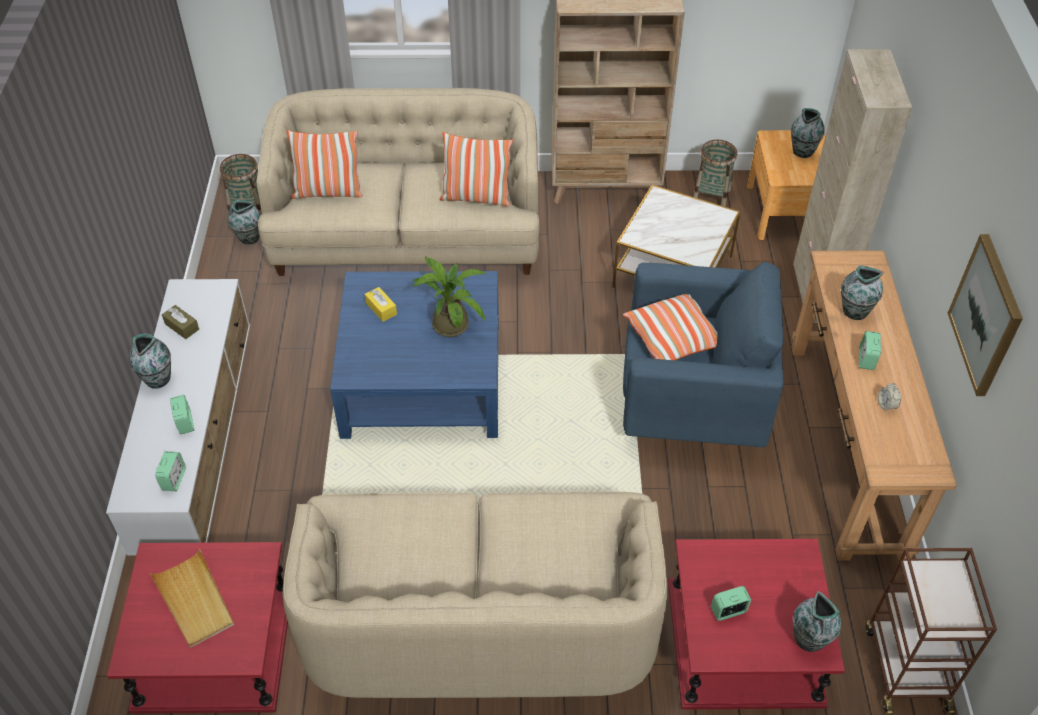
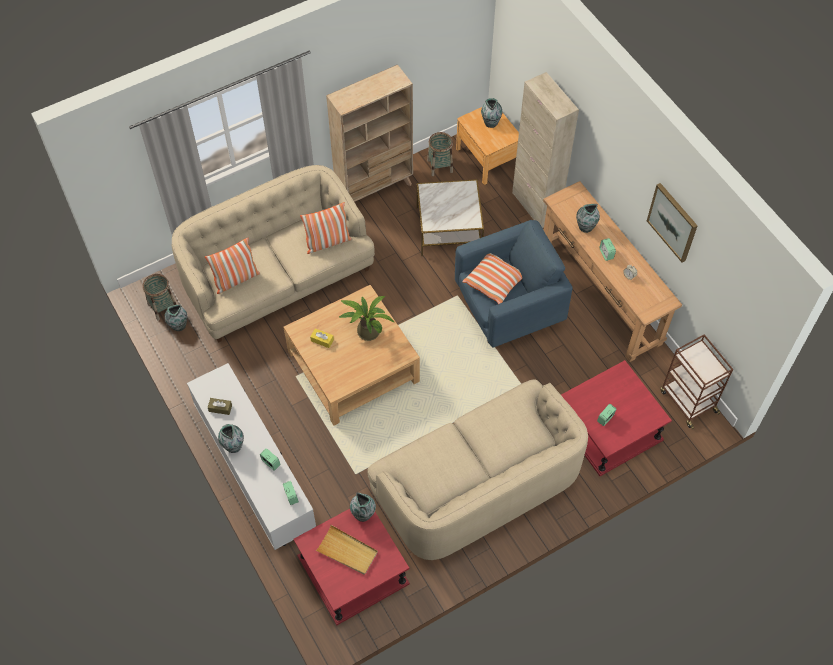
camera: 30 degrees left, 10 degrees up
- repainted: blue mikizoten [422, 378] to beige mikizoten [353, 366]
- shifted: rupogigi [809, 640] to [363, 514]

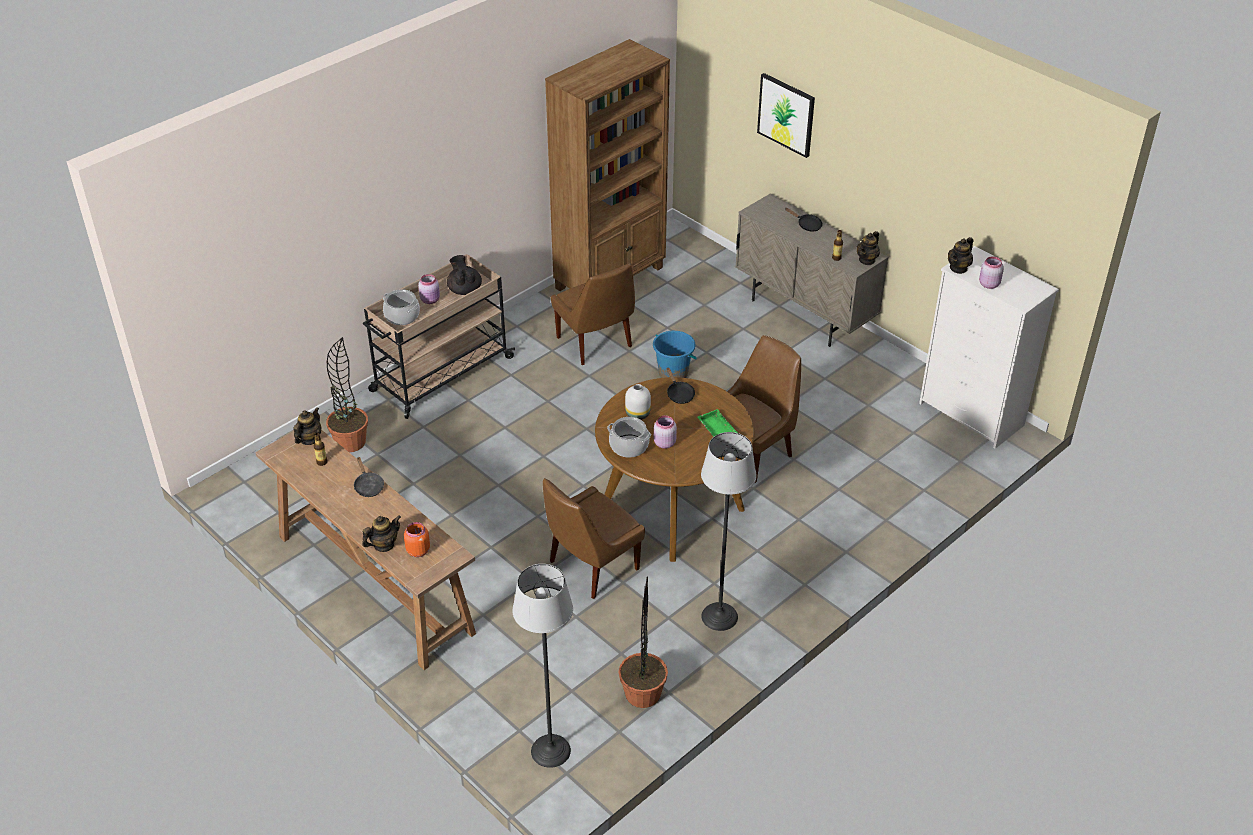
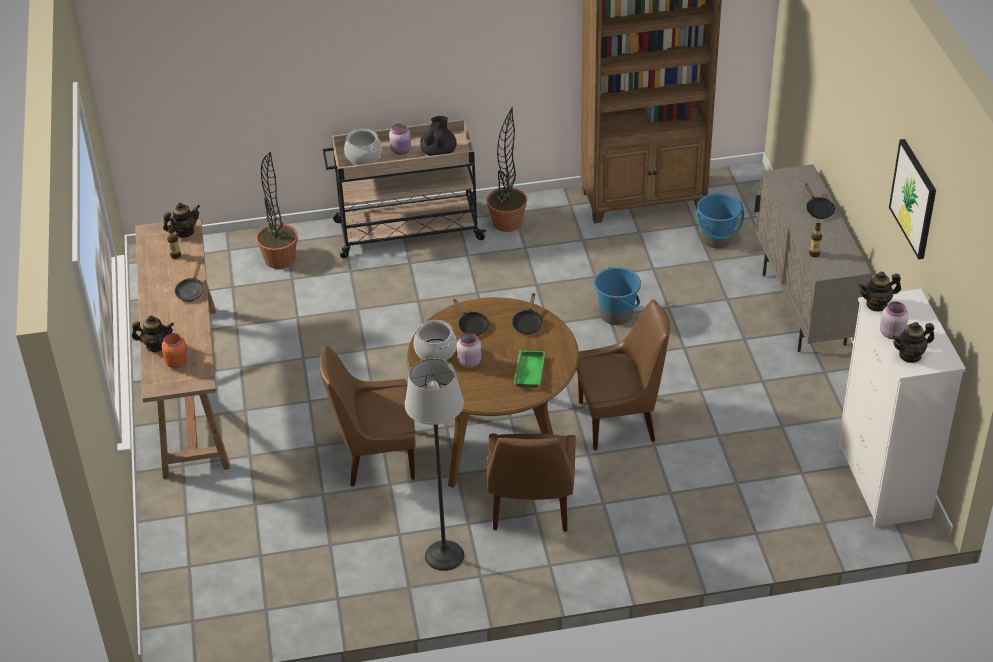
camera: 35 degrees right, 0 degrees up
- swapped: white rupogigi [637, 414] to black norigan [471, 325]
- shifted: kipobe [643, 693] to [507, 223]
- shifted: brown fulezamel [595, 343] to [531, 509]
- new: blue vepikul [717, 239]
- shifted: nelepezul [786, 114] to [914, 198]
- shifted: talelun [867, 260] to [910, 355]
- gone: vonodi [550, 750]

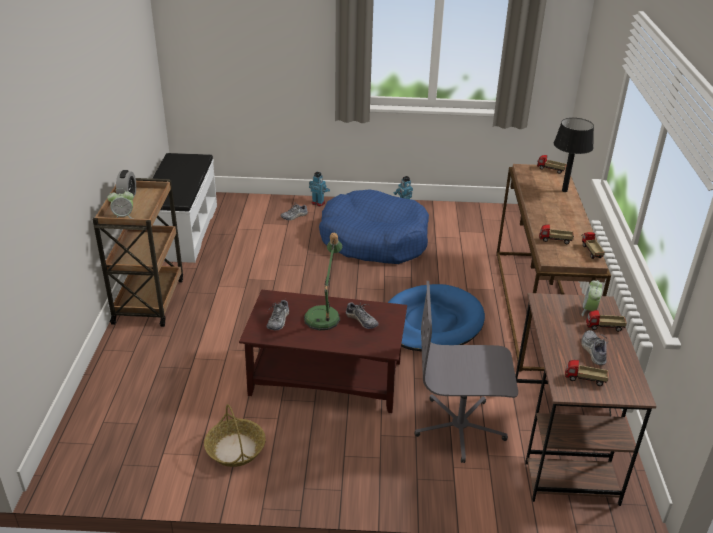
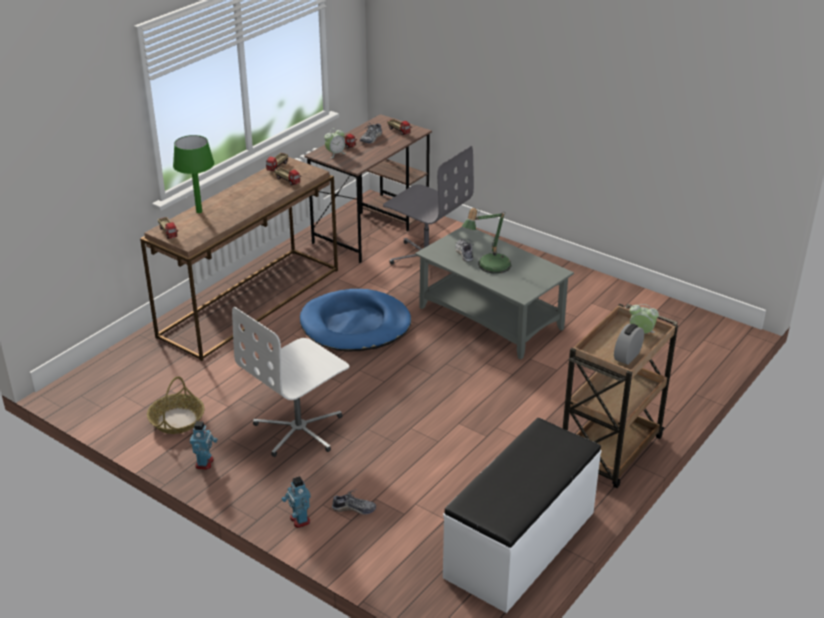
camera: 145 degrees left, 0 degrees up
- shifted: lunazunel [236, 449] to [177, 420]
- repainted: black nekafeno [564, 190] to green nekafeno [199, 211]
- swapped: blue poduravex [374, 240] to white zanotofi [299, 430]
- repainted: brown mikizoten [327, 378] to grey mikizoten [489, 318]
- gone: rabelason [278, 321]

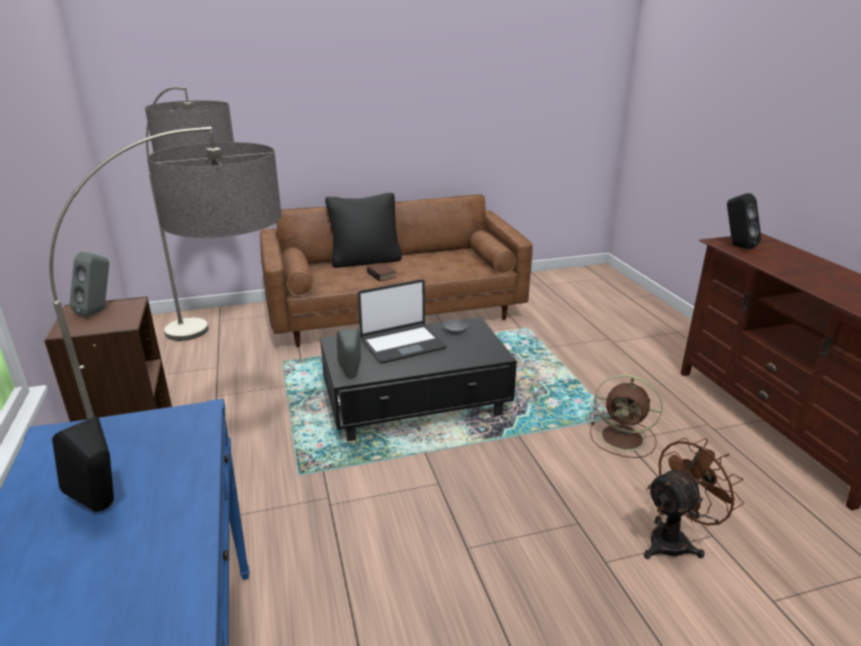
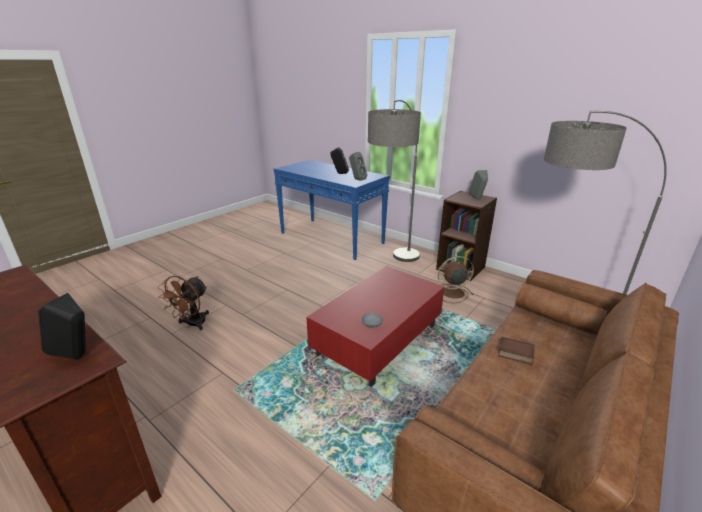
camera: 145 degrees right, 0 degrees up
- repainted: black mikizoten [417, 403] to red mikizoten [377, 340]
- shifted: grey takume [351, 378] to [357, 179]
- shifted: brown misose [624, 438] to [451, 293]
- gone: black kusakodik [365, 261]
- gone: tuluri [402, 344]

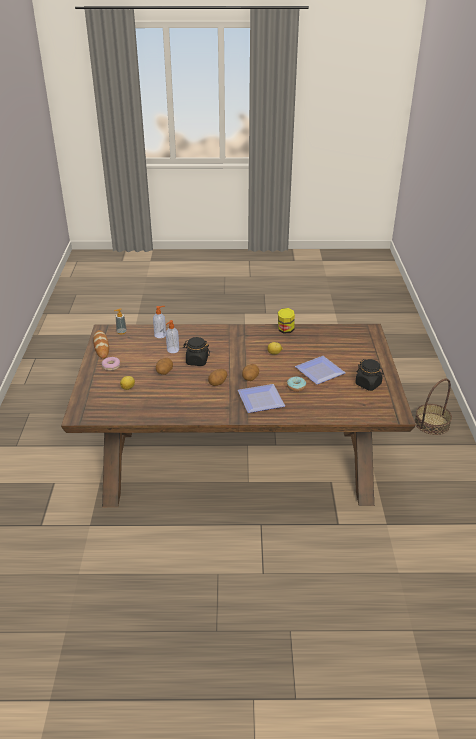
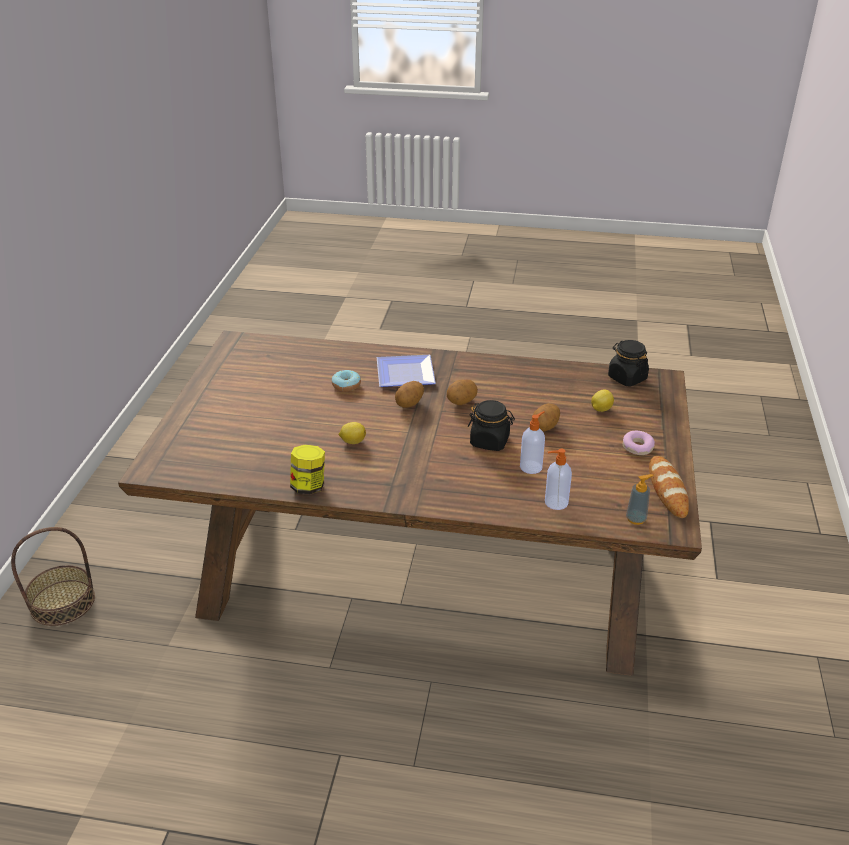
camera: 170 degrees left, 0 degrees up
- shifted: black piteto [368, 384] to [627, 378]
- gone: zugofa [319, 373]

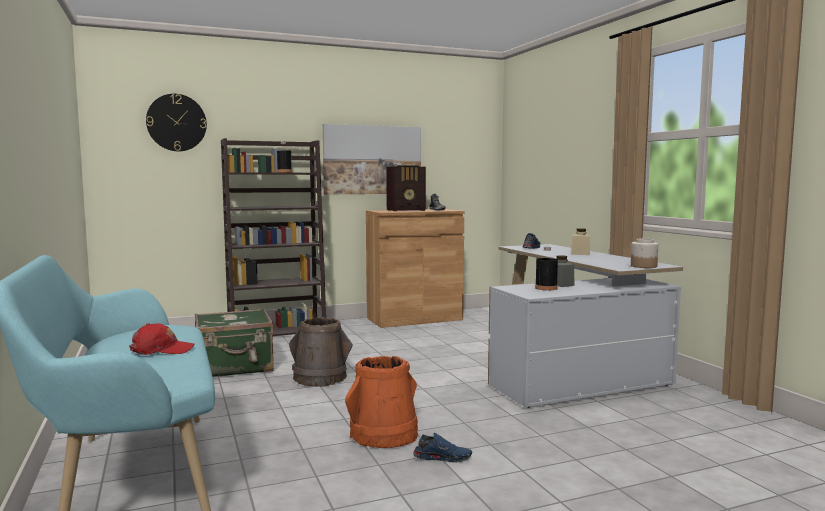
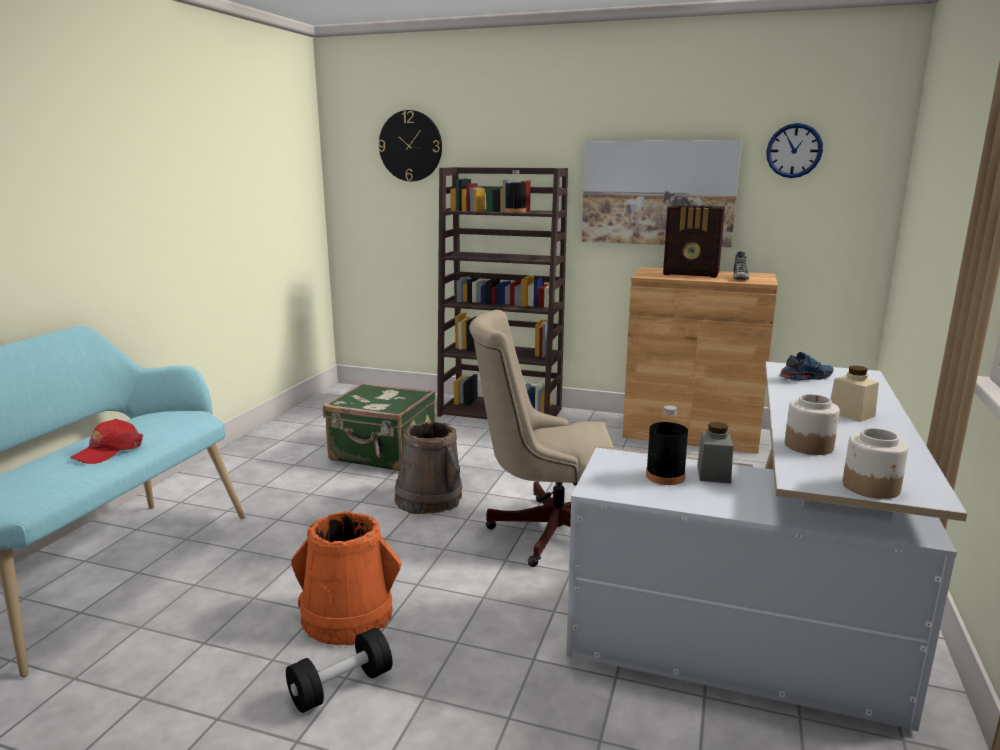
camera: 40 degrees right, 10 degrees up
- rotated: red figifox [162, 350] = [108, 451] 90 degrees clockwise
- swapped: blue rabelason [442, 457] to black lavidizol [341, 687]
- new: beige zanotofi [546, 531]
- new: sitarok [794, 150]
- new: piteto [808, 446]

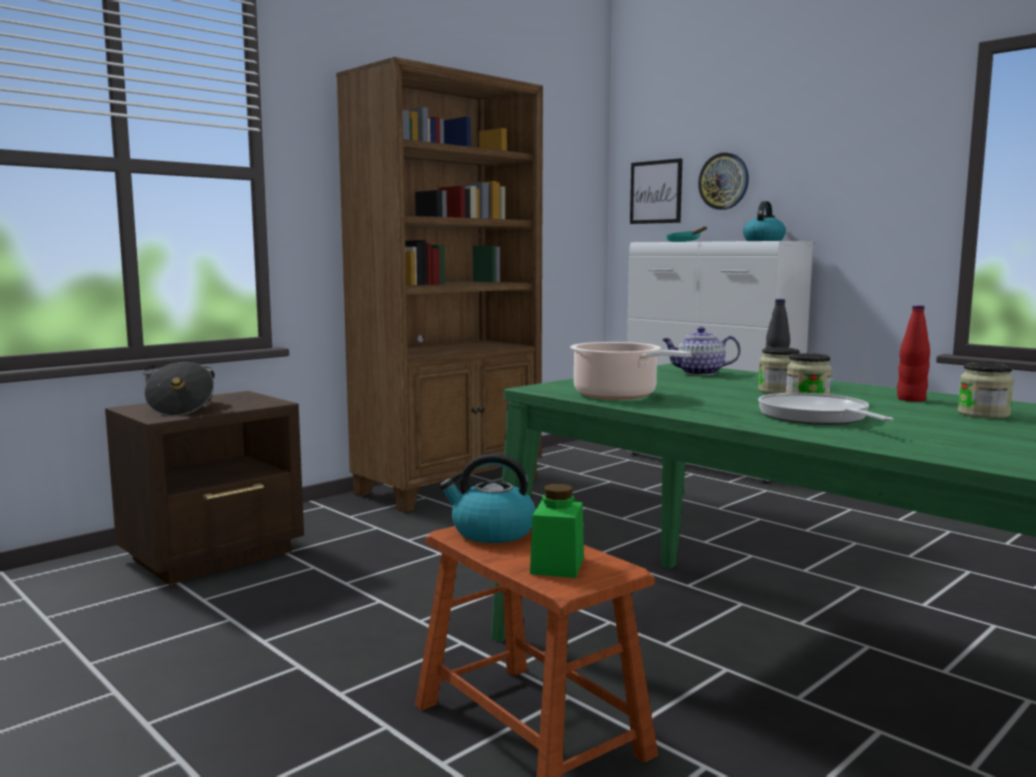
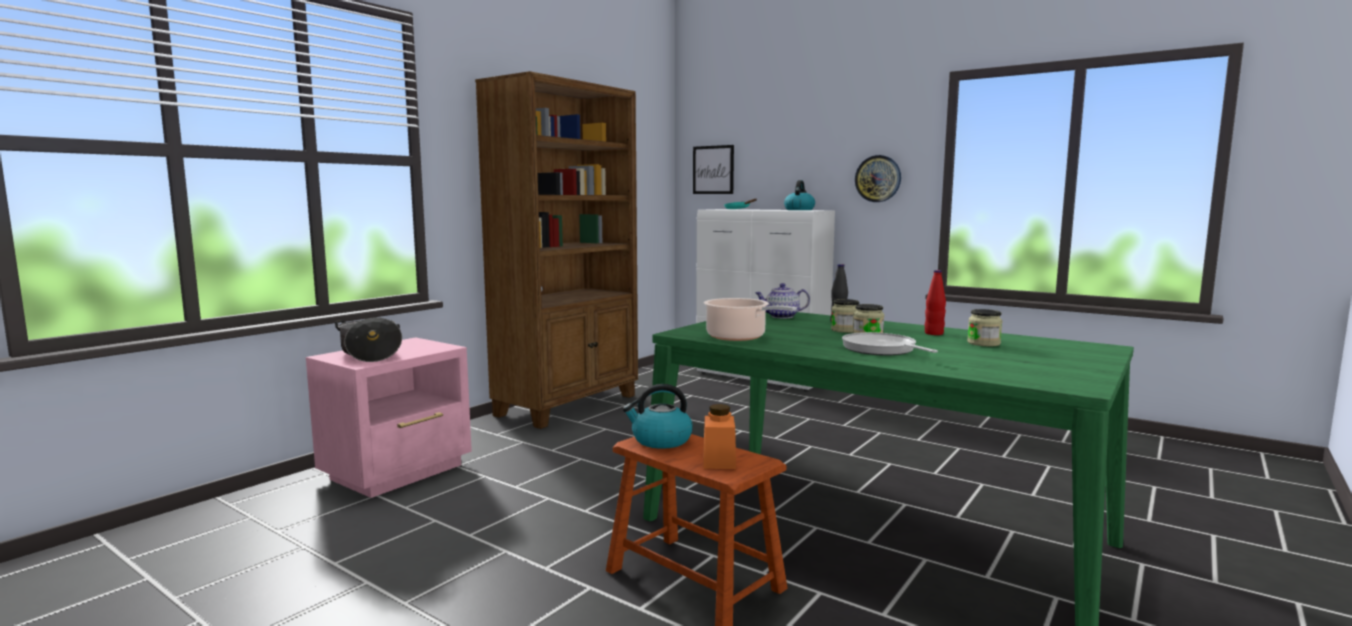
camera: 10 degrees left, 0 degrees up
- repainted: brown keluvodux [216, 555] to pink keluvodux [399, 472]
- repainted: green piteto [557, 565] to orange piteto [719, 461]
- shifted: sitarok [724, 181] to [878, 178]

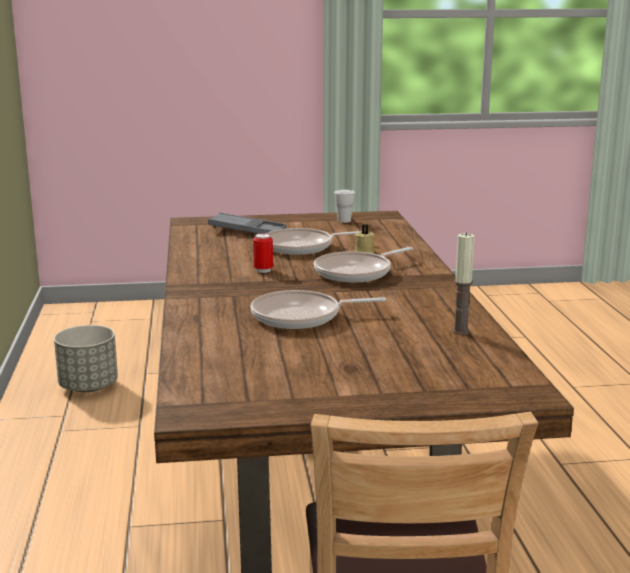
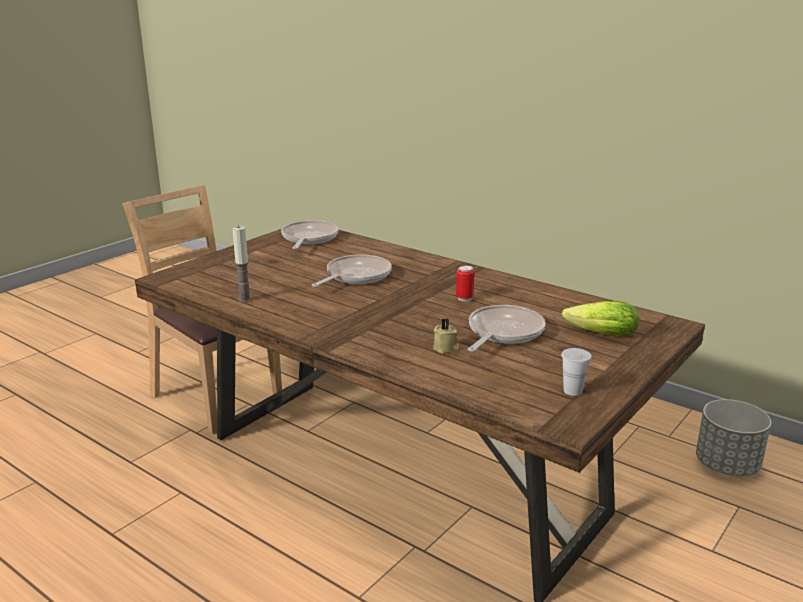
camera: 135 degrees right, 5 degrees up
- shifted: norigan [357, 272] to [308, 238]
- swapped: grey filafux [247, 231] to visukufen [597, 334]

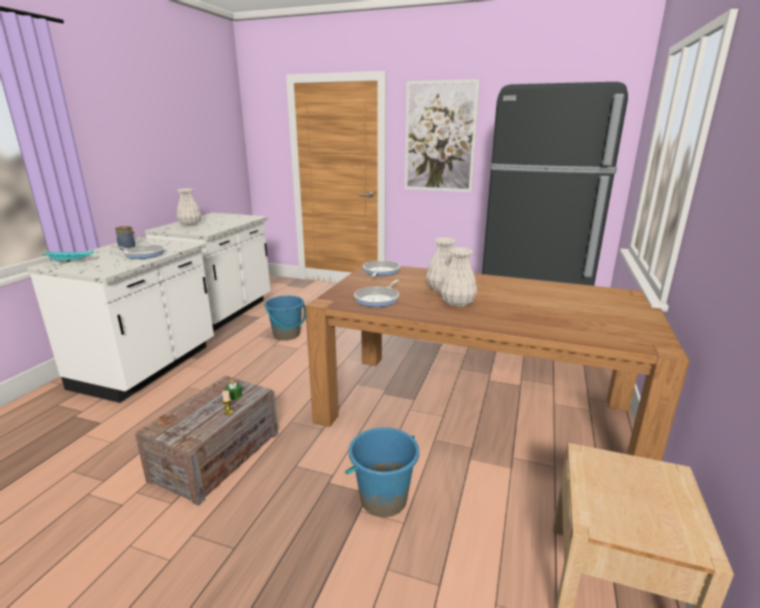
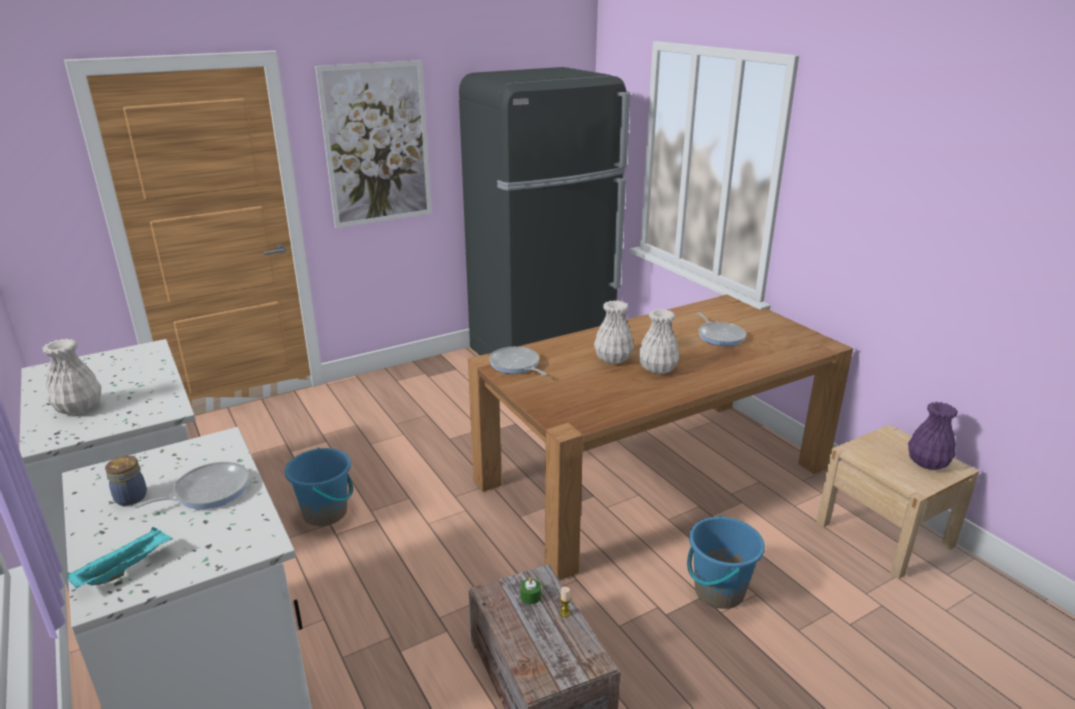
camera: 50 degrees left, 5 degrees up
- shifted: norigan [378, 299] to [720, 336]
- new: purple rupogigi [927, 462]

